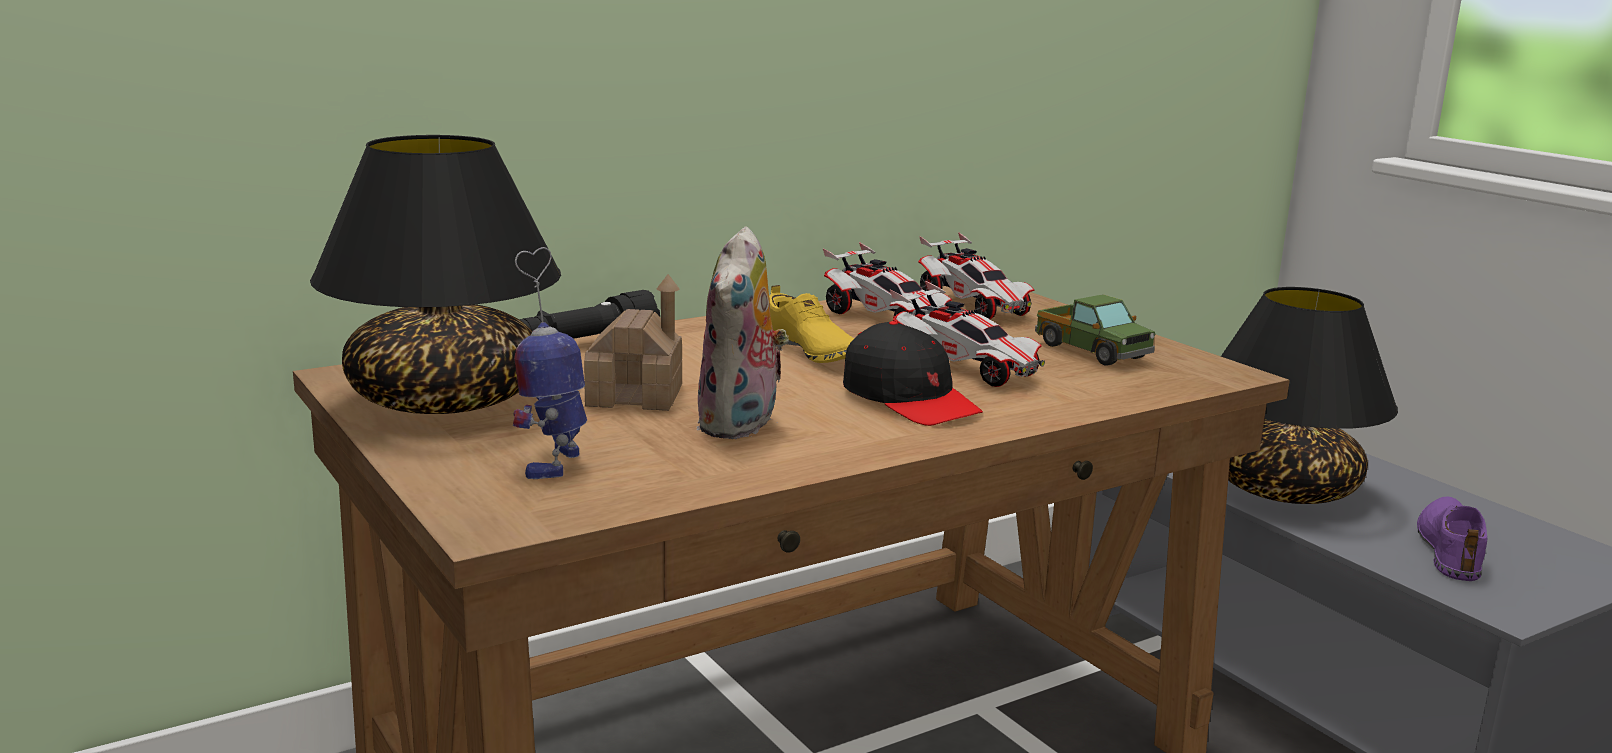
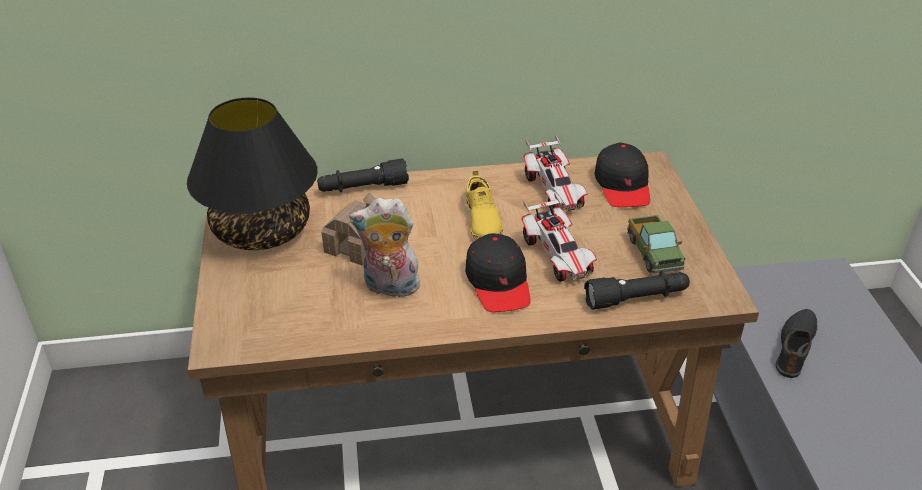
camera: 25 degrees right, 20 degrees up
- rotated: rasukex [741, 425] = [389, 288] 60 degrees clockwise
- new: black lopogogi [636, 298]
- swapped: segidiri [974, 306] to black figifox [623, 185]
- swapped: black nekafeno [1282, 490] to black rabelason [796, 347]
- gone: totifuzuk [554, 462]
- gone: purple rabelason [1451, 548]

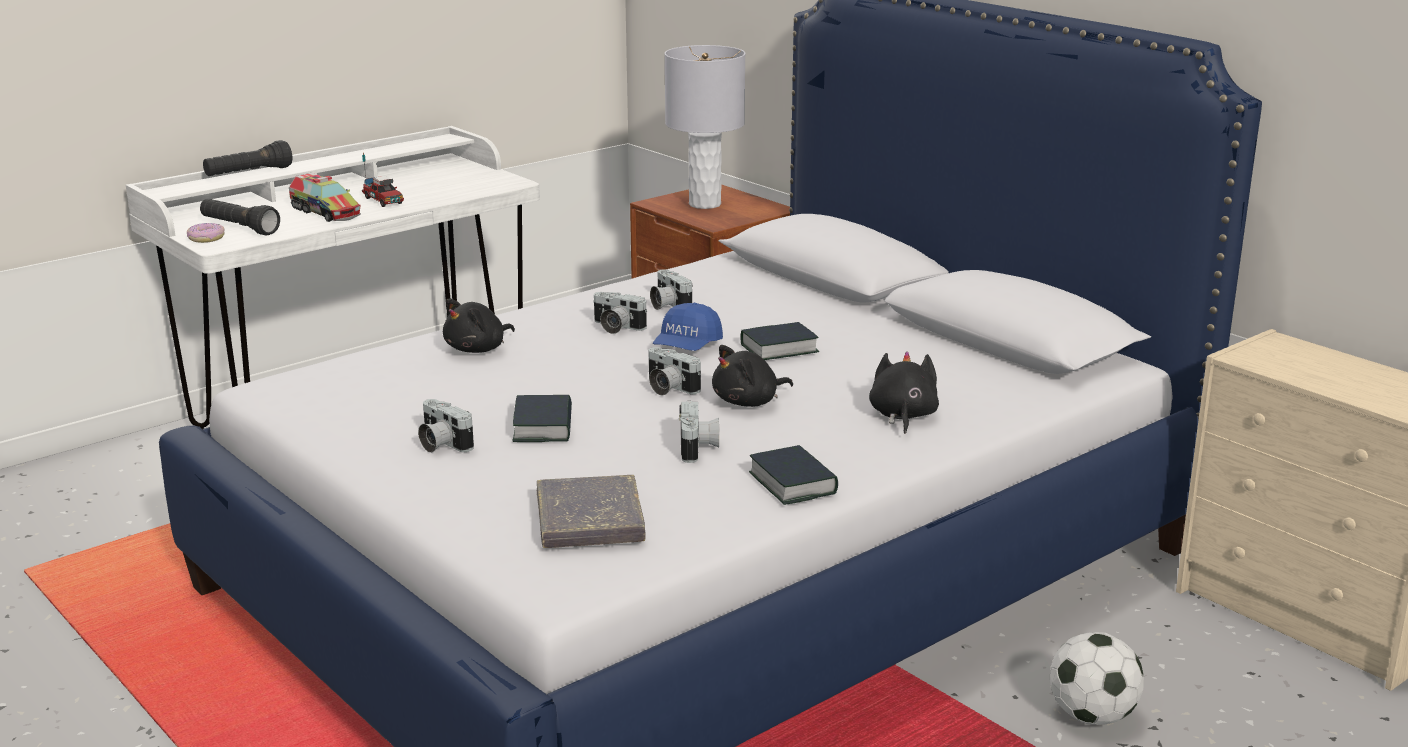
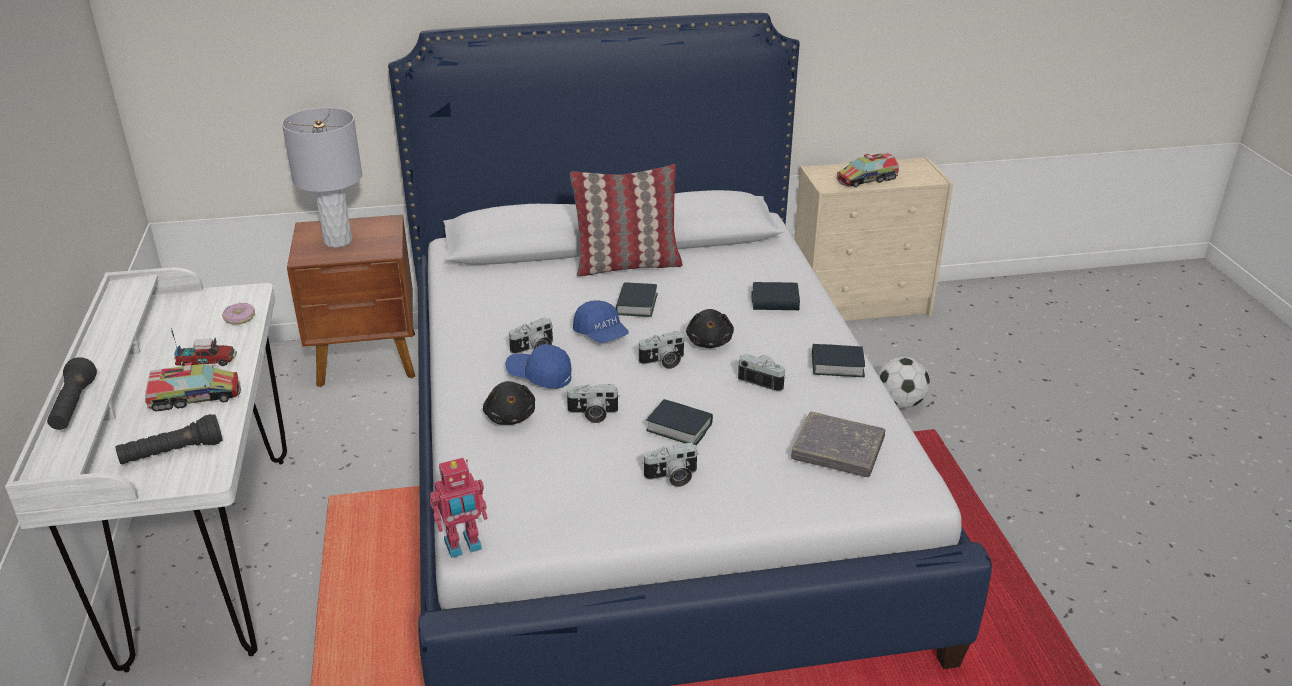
camera: 60 degrees left, 10 degrees up
- shifted: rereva [206, 238] to [240, 318]
- new: totifuzuk [463, 546]
- new: blue figifox [539, 376]
- shifted: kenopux [667, 305] to [592, 414]
- new: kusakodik [627, 265]
- swapped: black rasukex [902, 416] to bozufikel [775, 302]
- new: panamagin [867, 179]

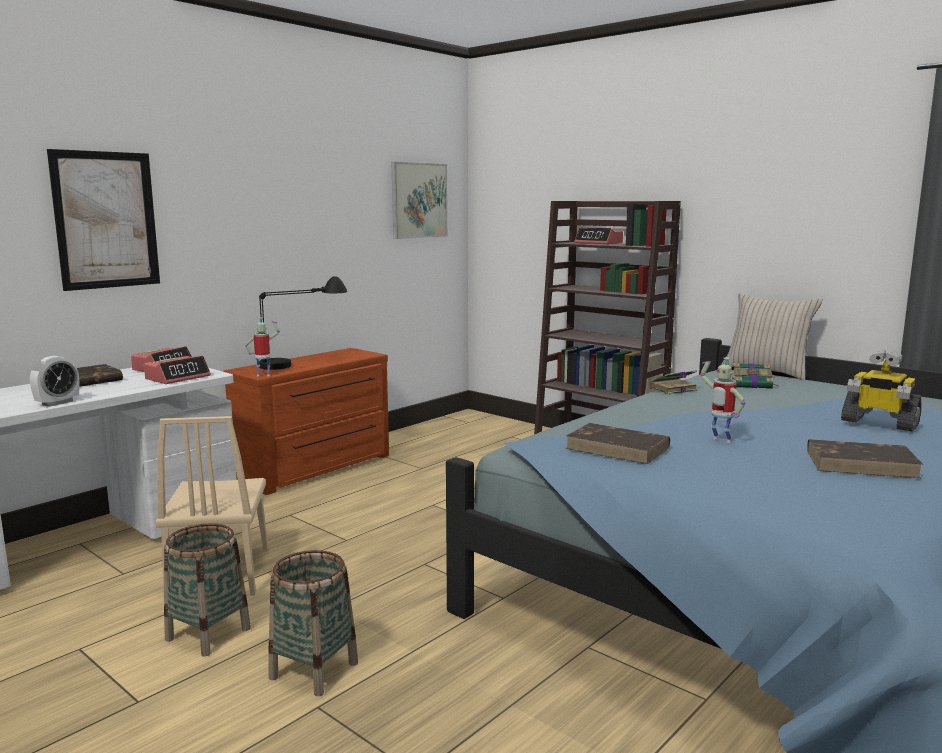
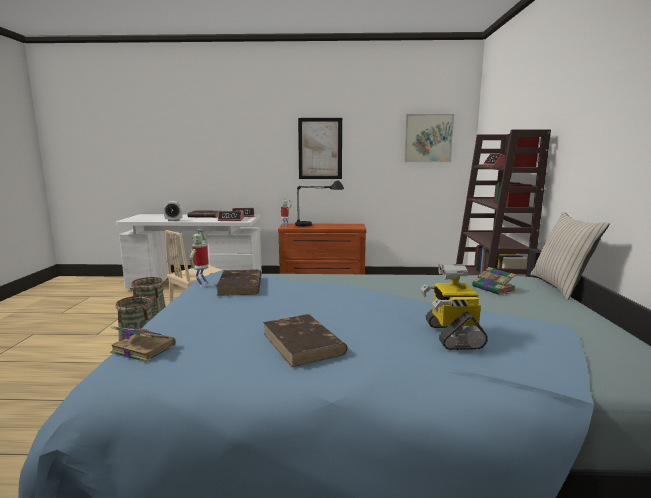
camera: 50 degrees right, 0 degrees up
- shifted: bozufikel [672, 389] to [142, 349]
- shifted: totifuzuk [720, 441] to [202, 284]
- shifted: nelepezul [106, 220] to [320, 148]

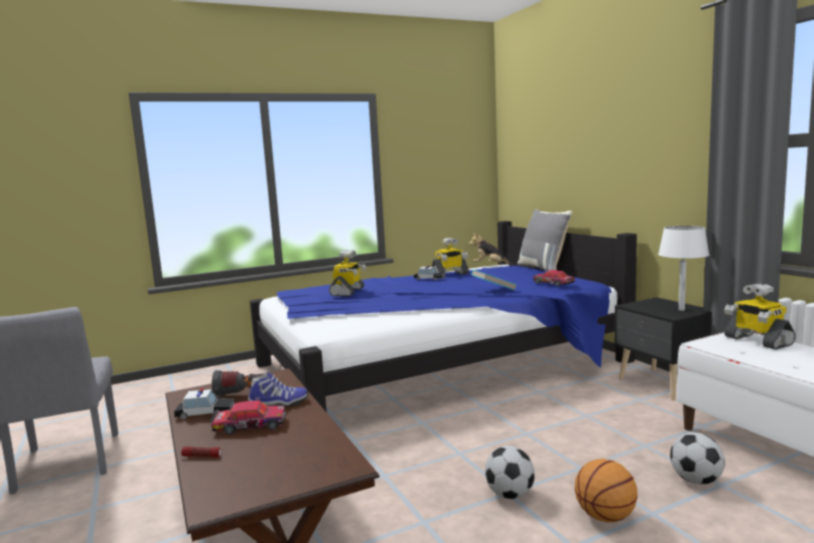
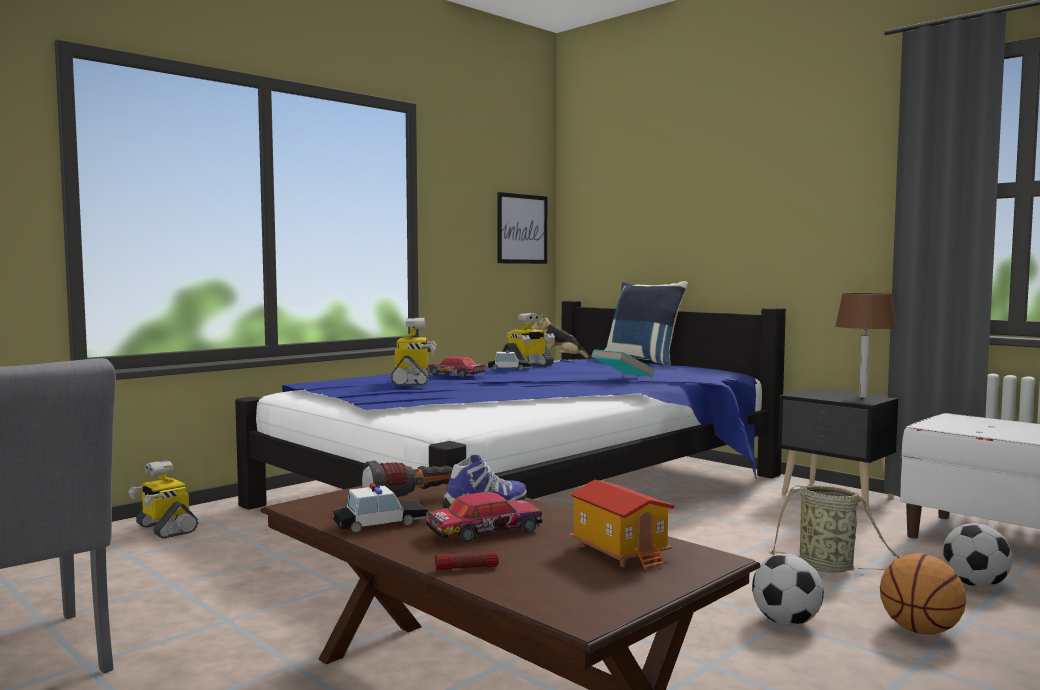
camera: 20 degrees left, 5 degrees down
- shifted: totifuzuk [757, 341] to [165, 529]
- shifted: segidiri [553, 283] to [456, 375]
- new: nelepezul [522, 229]
- new: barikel [621, 552]
- repainted: grey kusakodik [544, 268] to blue kusakodik [644, 360]
- new: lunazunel [830, 568]
- repainted: white nekafeno [681, 310] to brown nekafeno [863, 397]

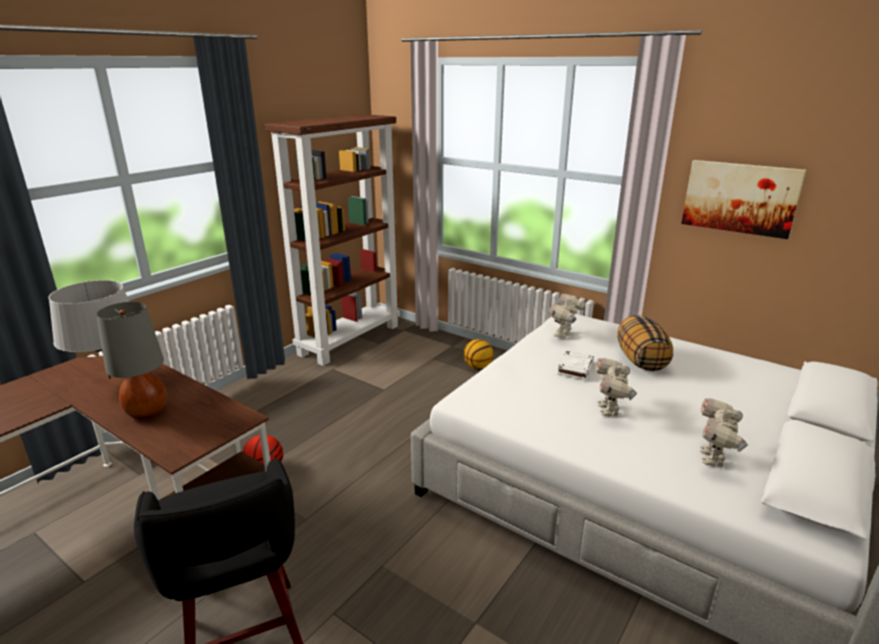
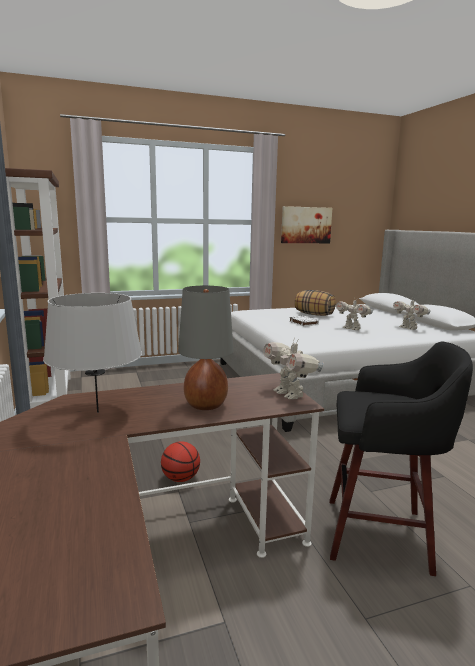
camera: 55 degrees left, 10 degrees down
- shifted: totifuzuk [564, 334] to [290, 394]
- gone: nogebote [478, 367]

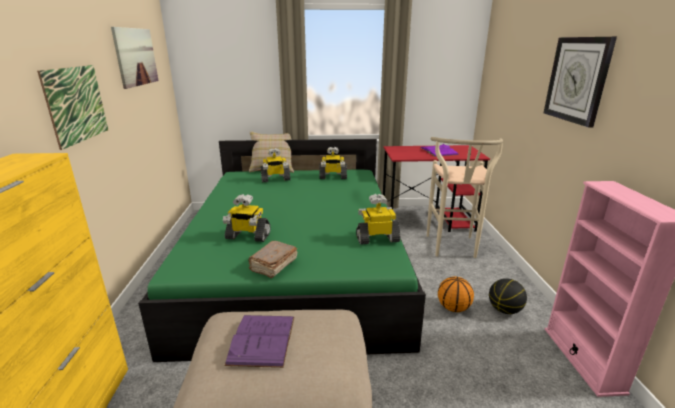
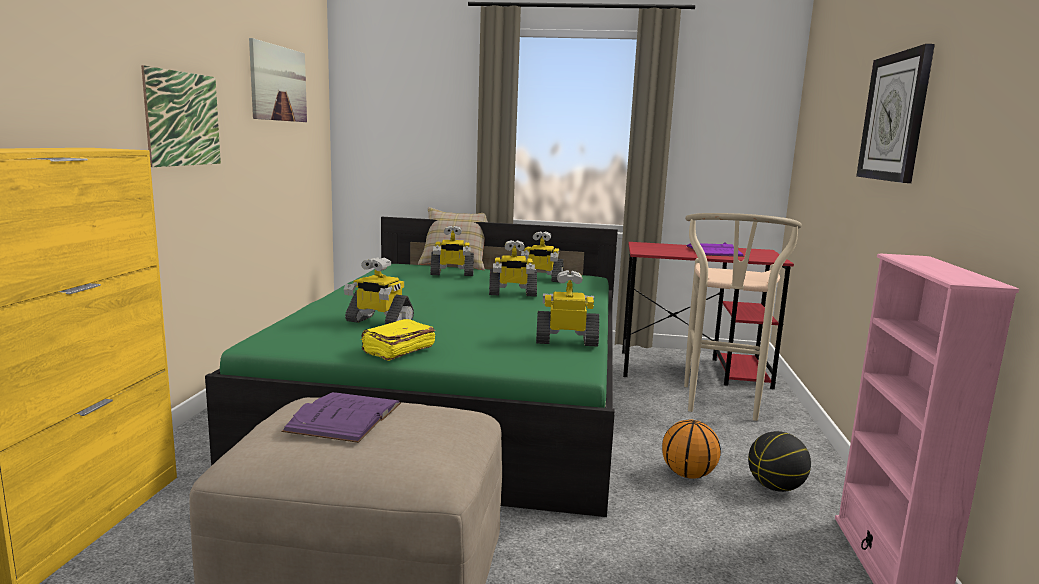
camera: 10 degrees right, 10 degrees down
- repainted: brown bozufikel [273, 266] to yellow bozufikel [397, 351]
- new: totifuzuk [512, 293]

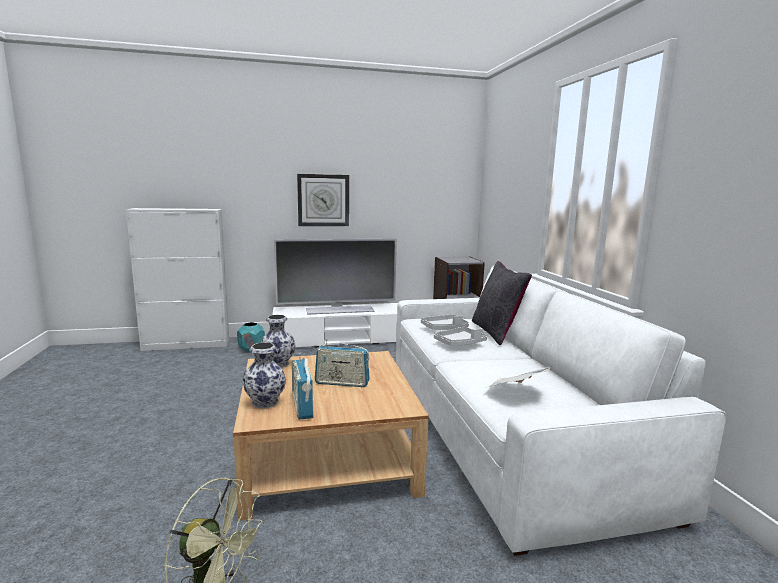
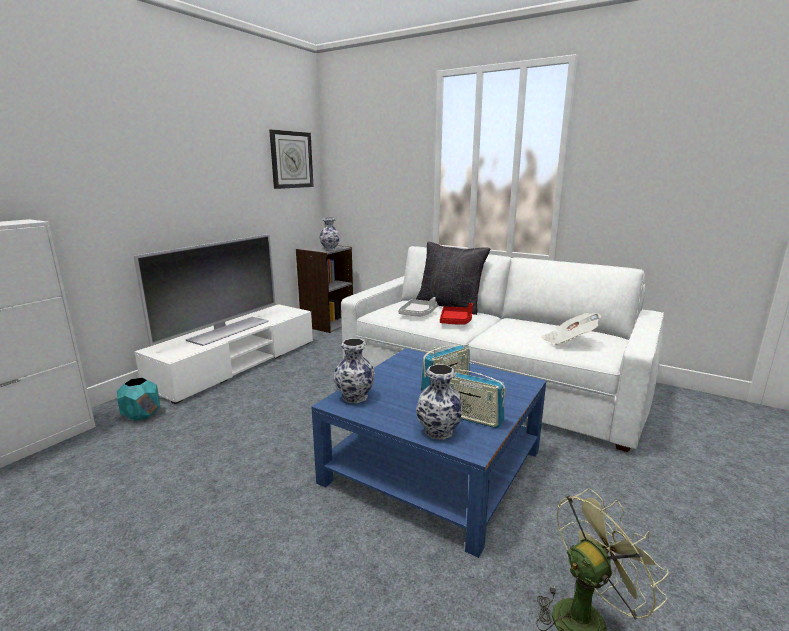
camera: 45 degrees left, 5 degrees up
- shifted: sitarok [323, 200] to [291, 160]
- repainted: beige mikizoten [327, 456] to blue mikizoten [433, 466]
- new: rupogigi [330, 249]
- repainted: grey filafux [460, 343] to red filafux [456, 321]

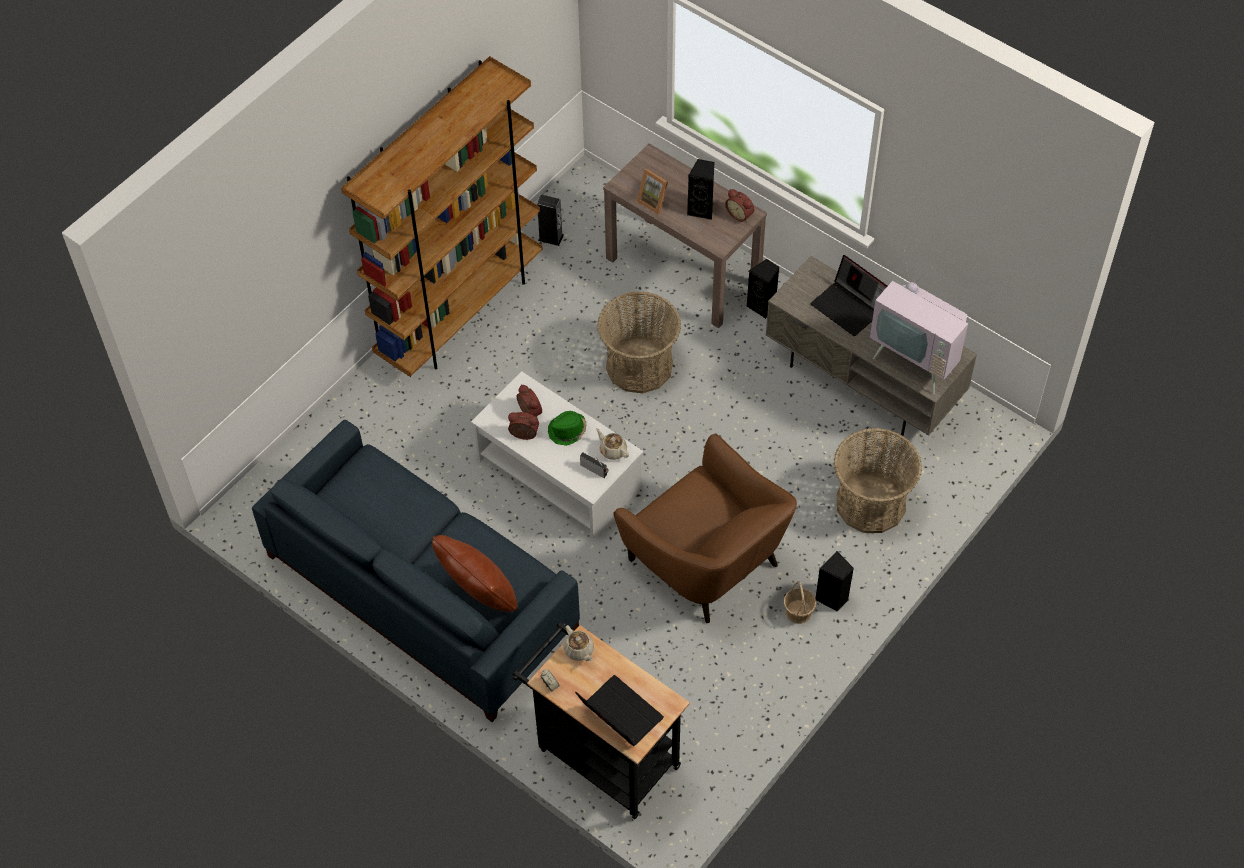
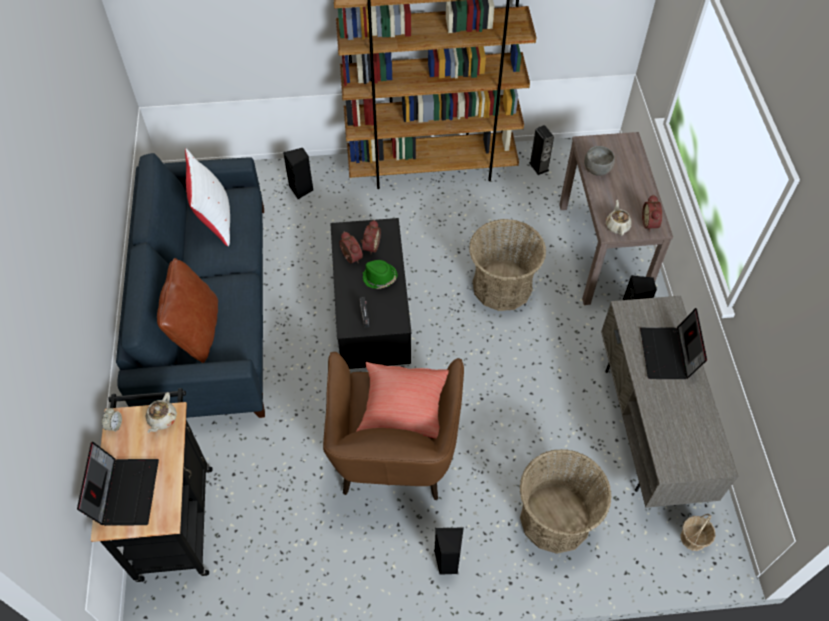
camera: 45 degrees right, 0 degrees up
- new: white kusakodik [214, 218]
- shifted: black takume [702, 209] to [301, 189]
- repainted: white mikizoten [558, 473] to black mikizoten [371, 309]
- new: red kusakodik [404, 409]
- swapped: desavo [654, 201] to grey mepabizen [597, 170]
- shifted: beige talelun [612, 450] to [617, 226]
- shifted: lunazunel [798, 612] to [693, 538]
- gone: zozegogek [916, 361]

